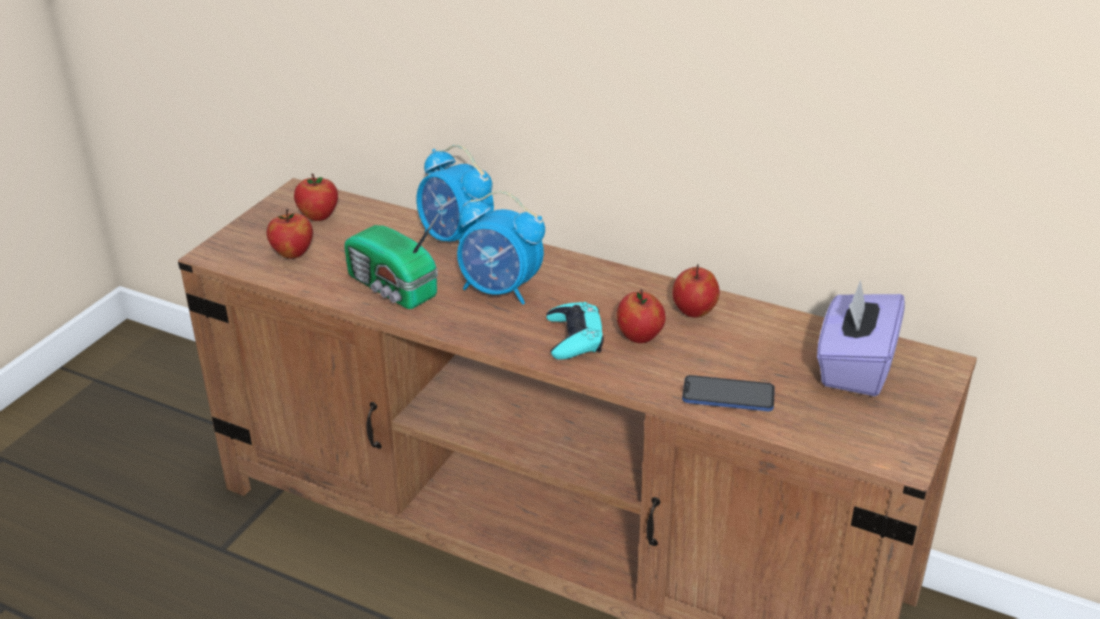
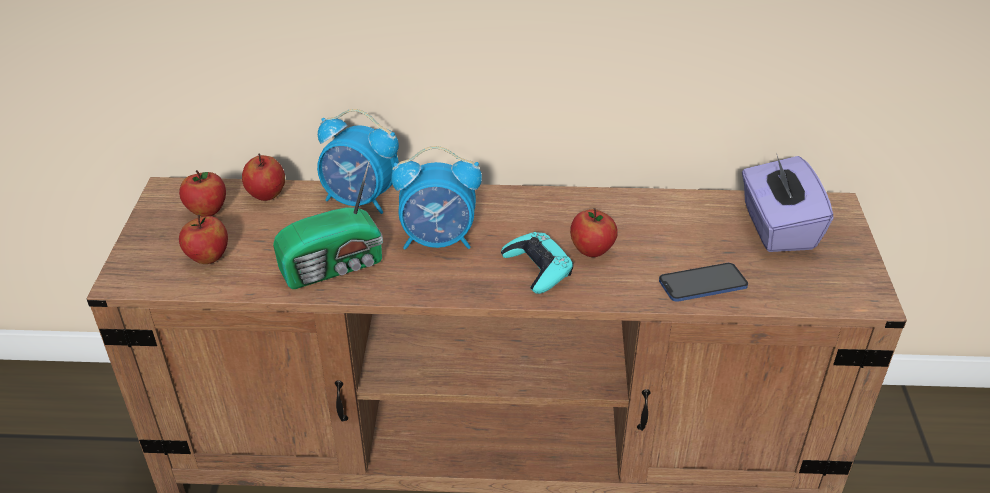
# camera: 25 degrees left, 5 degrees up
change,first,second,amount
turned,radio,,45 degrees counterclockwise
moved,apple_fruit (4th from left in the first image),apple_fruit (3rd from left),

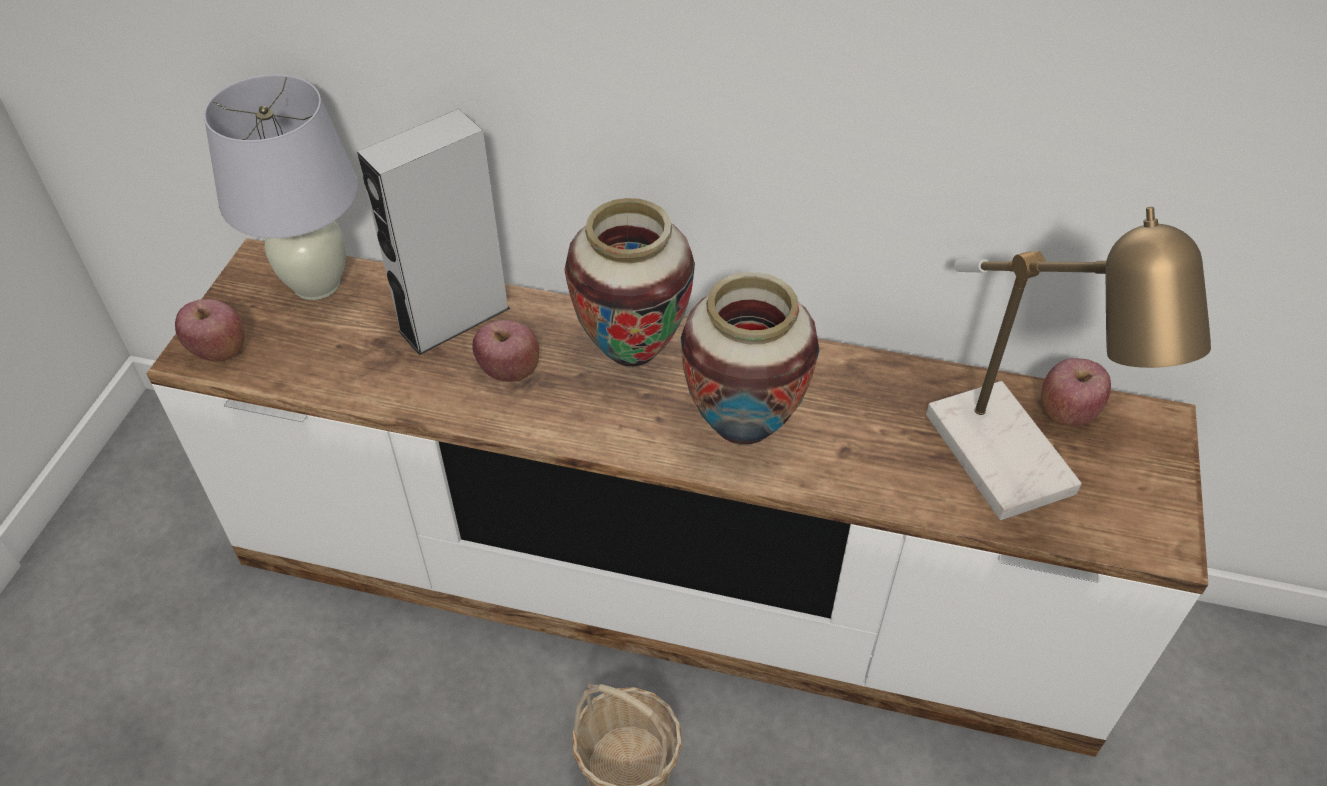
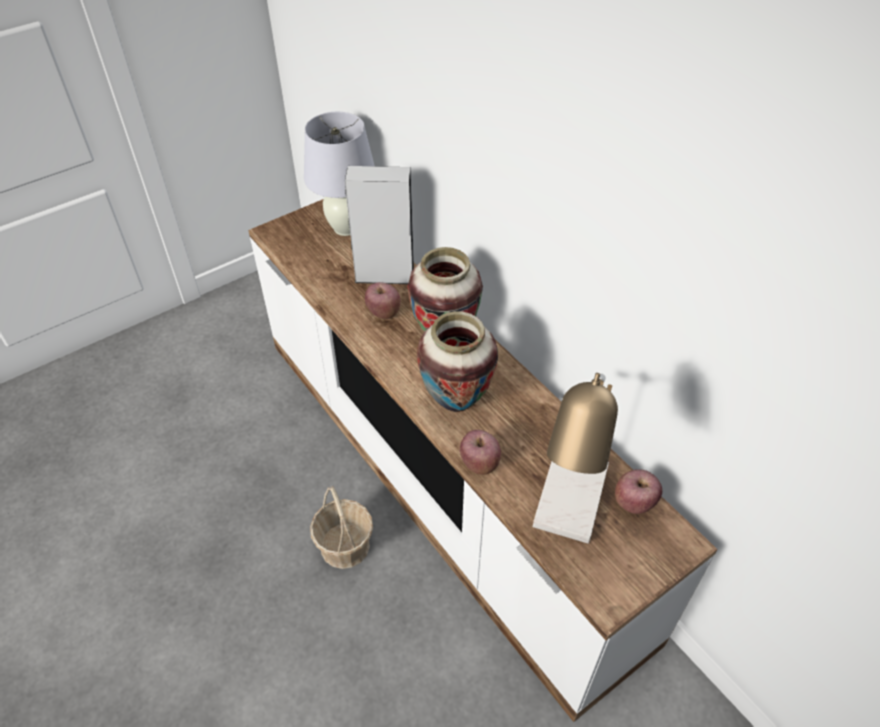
# camera: 40 degrees right, 0 degrees up
change,first,second,amount
moved,apple_fruit (1st from left in the first image),apple_fruit (2nd from left),

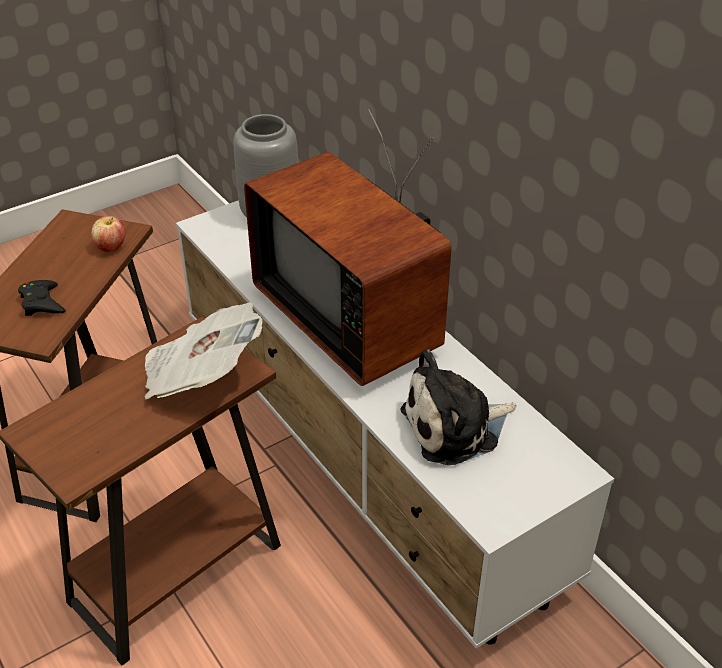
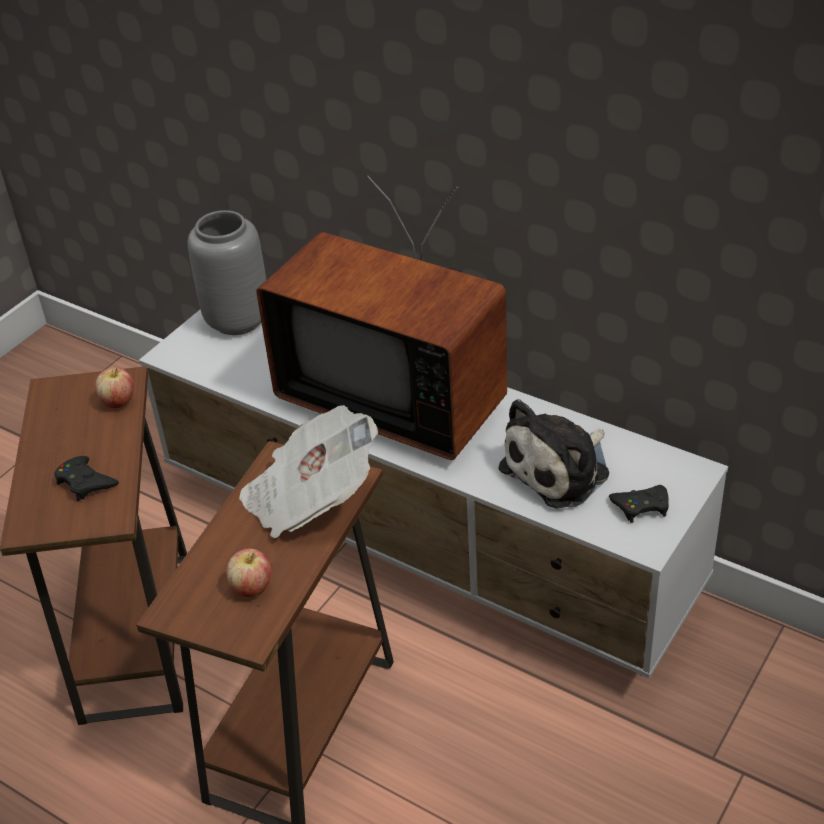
# camera: 20 degrees left, 0 degrees up
change,first,second,amount
added,,black_gamepad (2nd from left),
added,,apple_fruit (2nd from left),

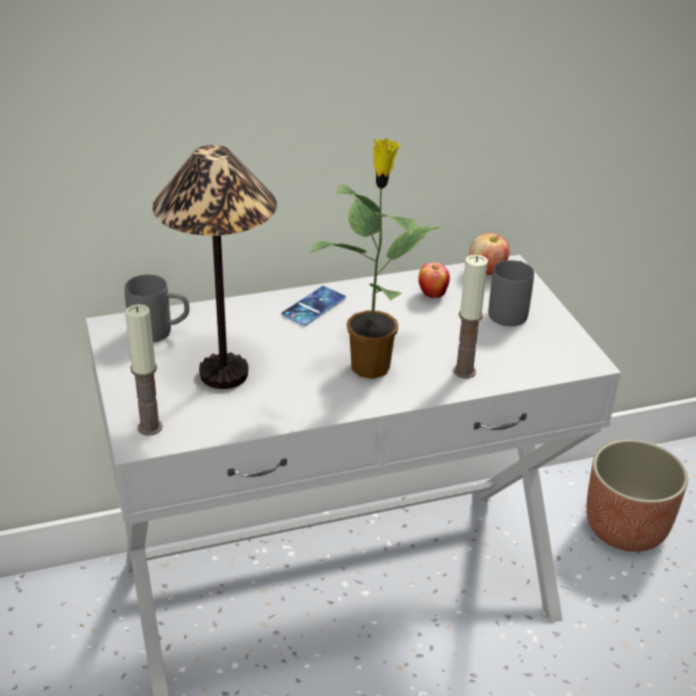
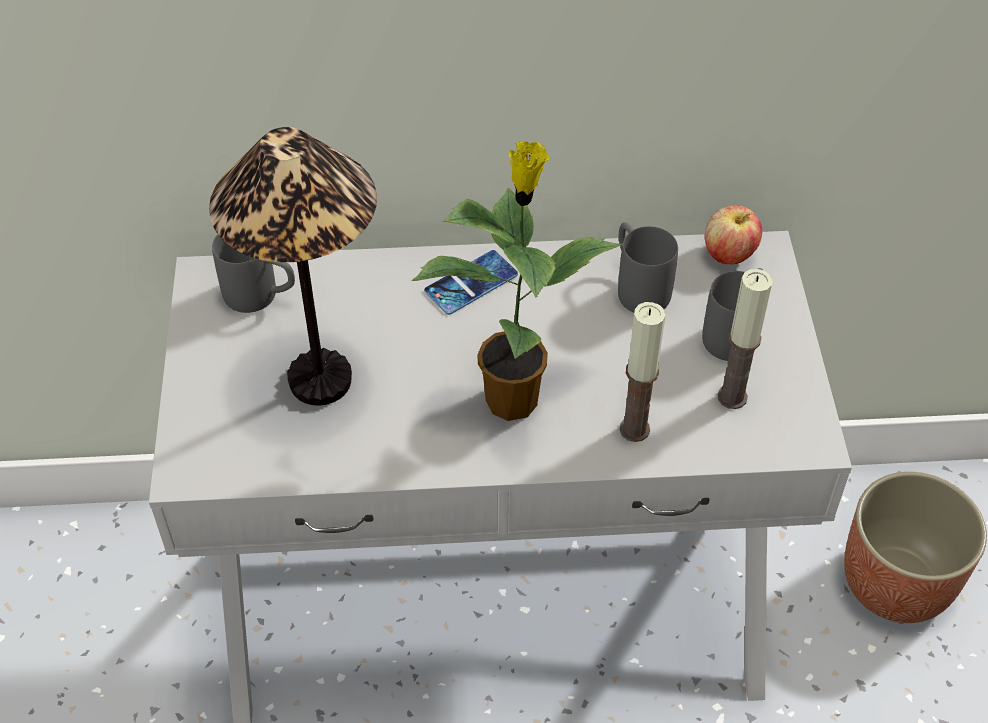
# camera: 15 degrees right, 15 degrees up
change,first,second,amount
replaced,apple_fruit (1st from left),greyish_coffee_mug (2nd from left),
moved,candle (1st from left in the first image),candle (2nd from left),

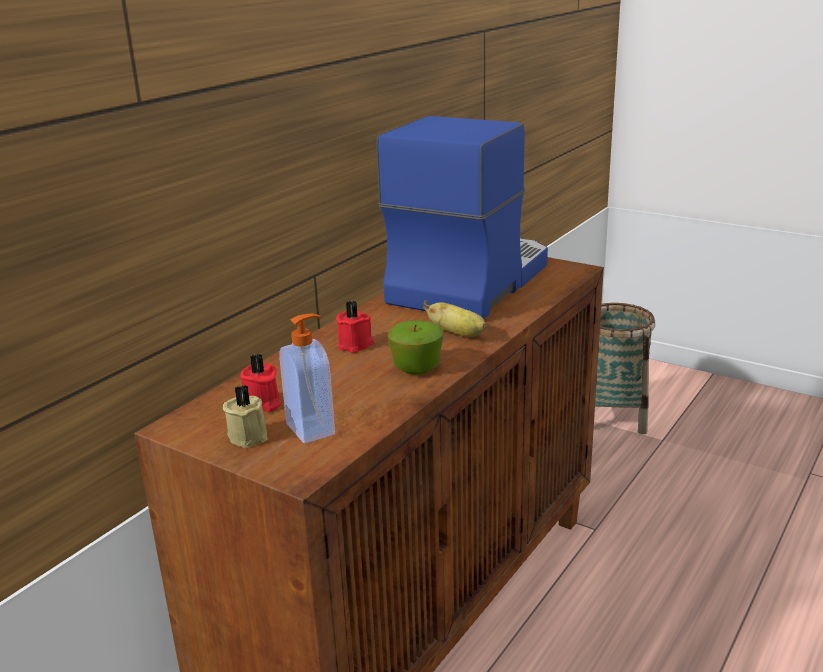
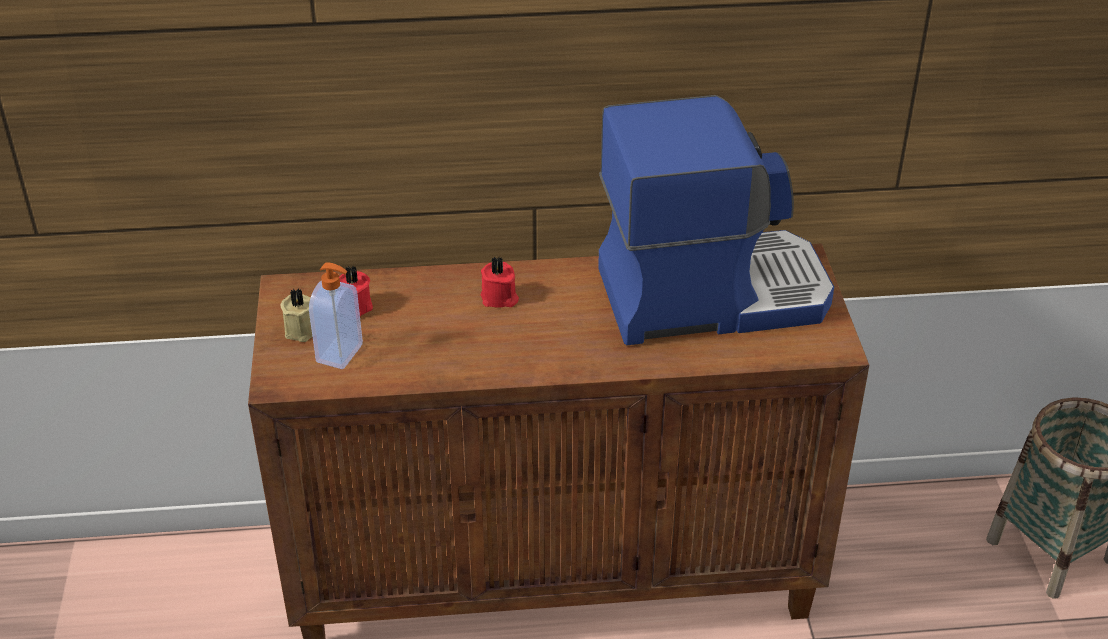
# camera: 50 degrees right, 15 degrees up
change,first,second,amount
removed,whole_banana,,
removed,apple_fruit,,

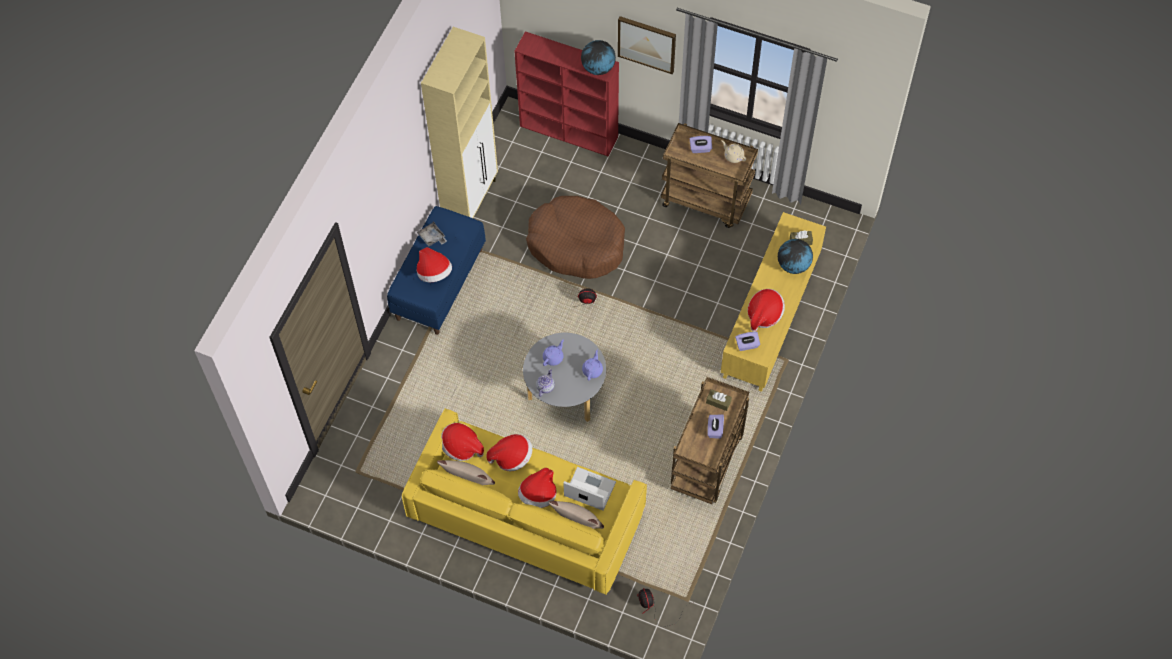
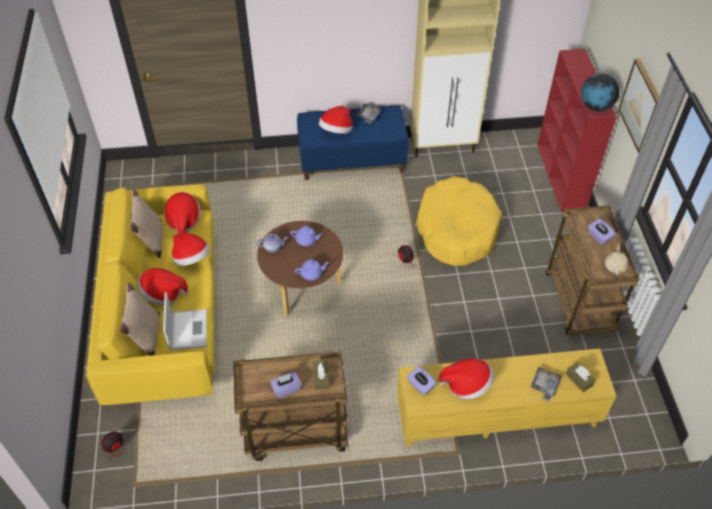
# camera: 60 degrees right, 10 degrees down
change,first,second,amount
recoloured,brown_dog_cushion,yellowish_dog_cushion,
replaced,world_globe (2nd from left),greyish_carrying_tray (2nd from left),
recoloured,greyish_lounge_table,brown_lounge_table,

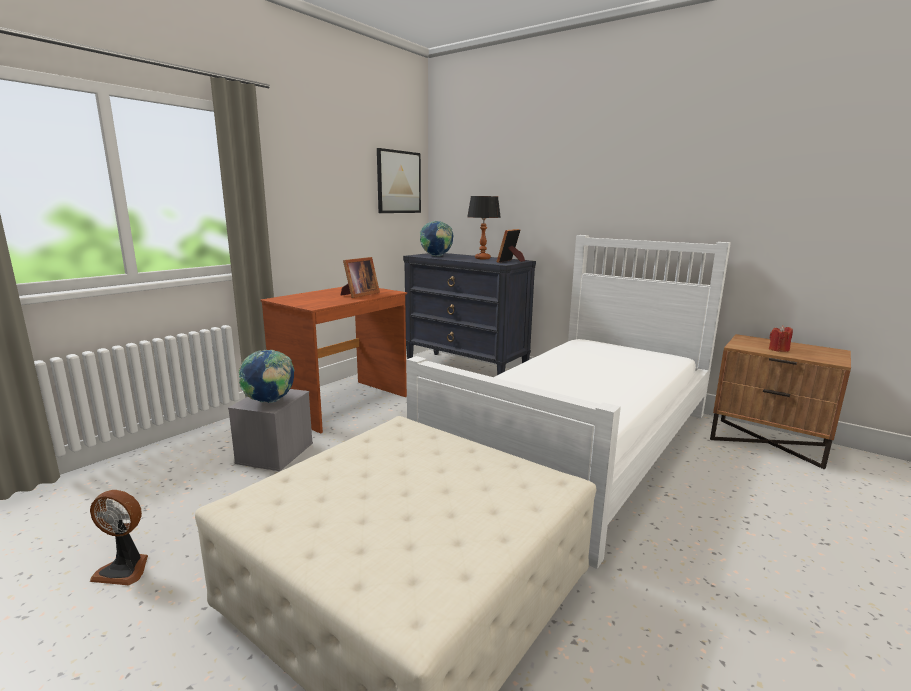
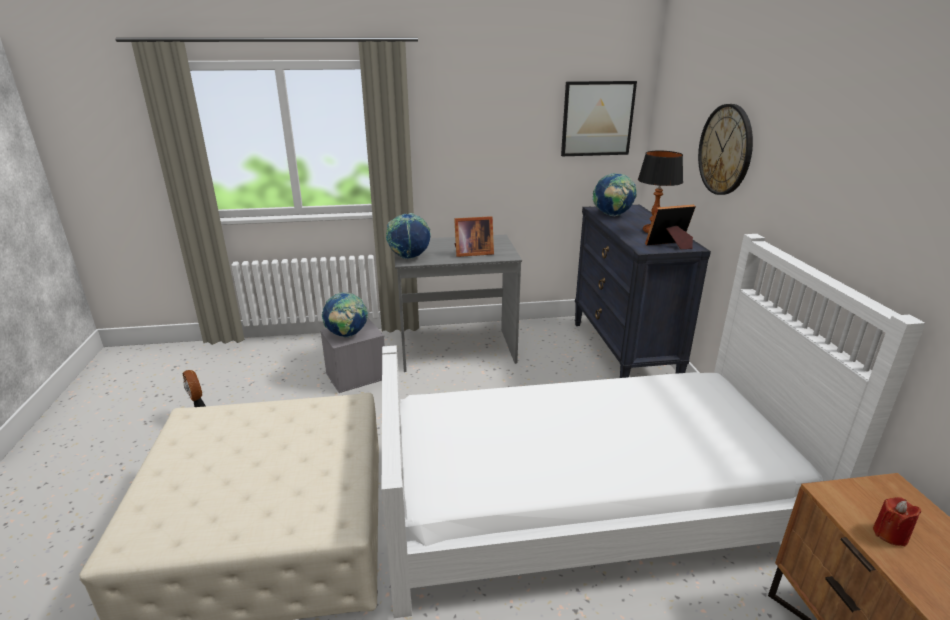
# camera: 45 degrees right, 10 degrees up
change,first,second,amount
recoloured,brown_desk_table,greyish_desk_table,
added,,clock_on_the_wall,
added,,world_globe (2nd from left),

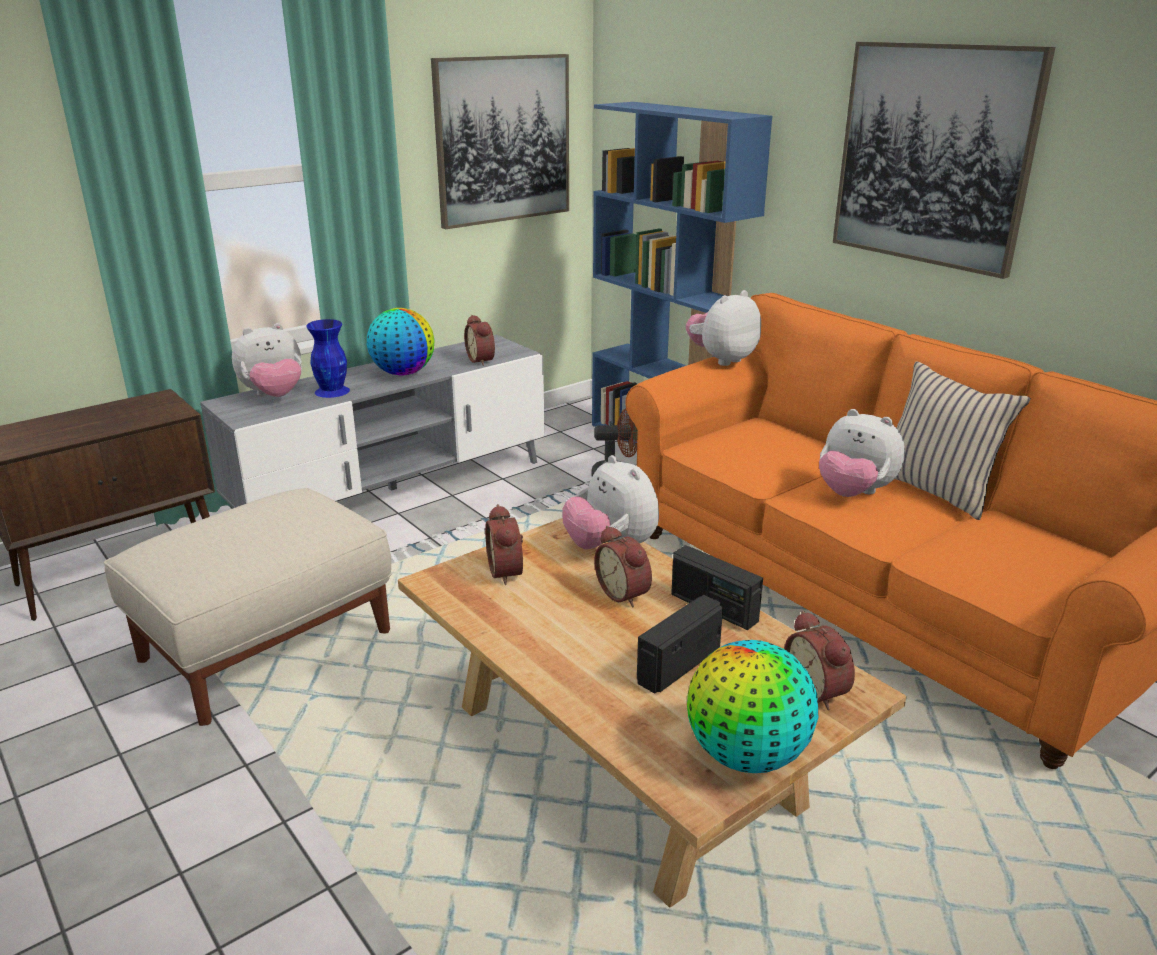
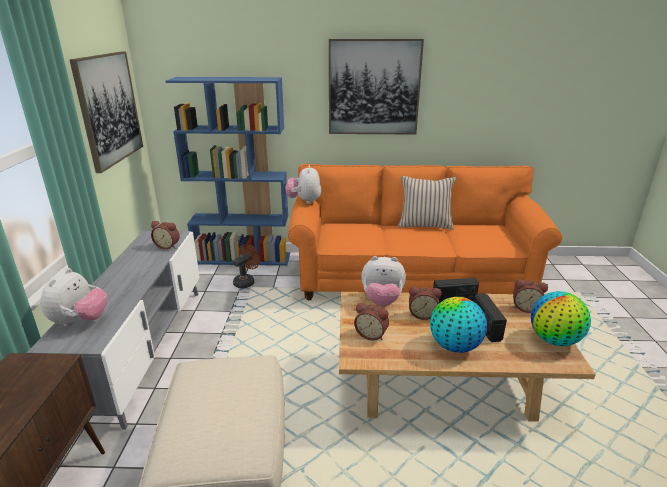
# camera: 50 degrees left, 0 degrees up
change,first,second,amount
moved,world_globe (1st from left),,
removed,bluish_vase,,
removed,cuddly_toy (4th from left),,

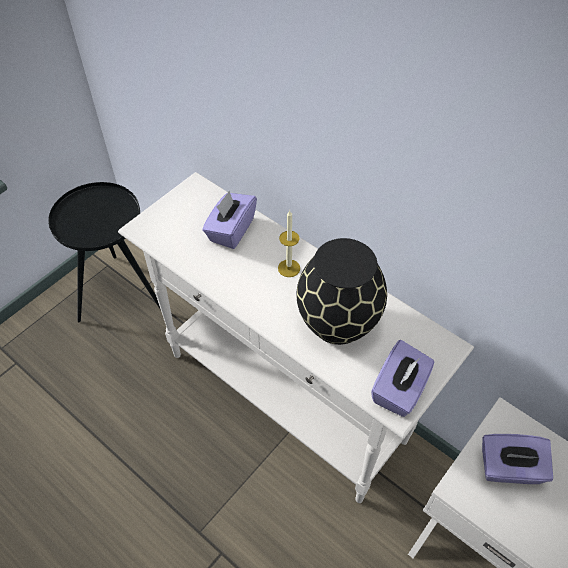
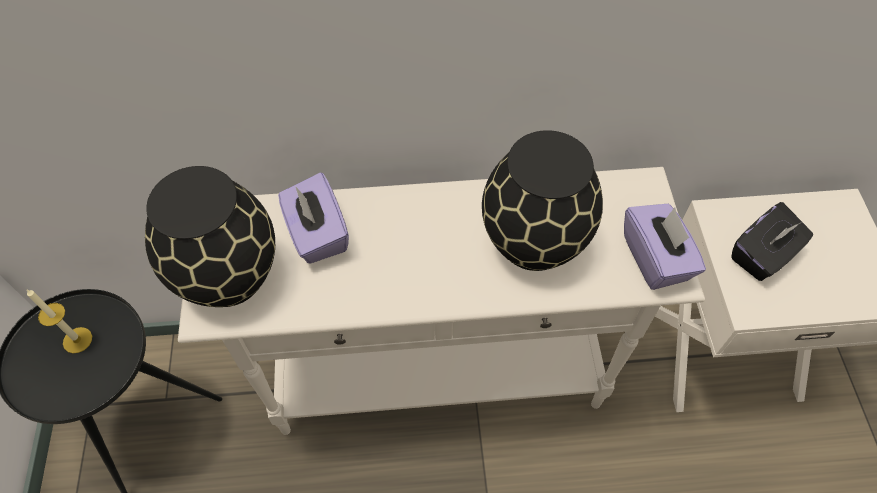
# camera: 45 degrees left, 5 degrees up
change,first,second,amount
moved,candle,,
recoloured,purple-coloured_box_of_tissues (3rd from left),black_box_of_tissues,
added,,black_vase (1st from left),

